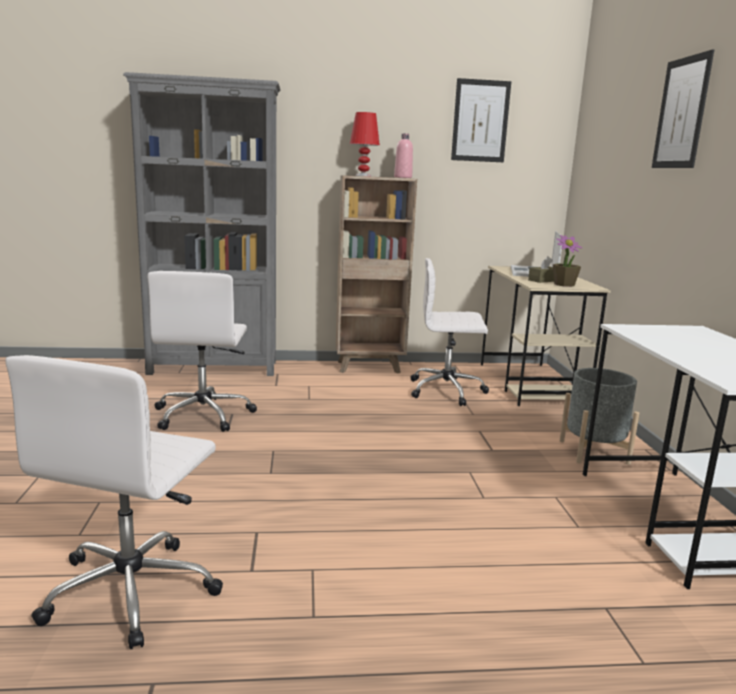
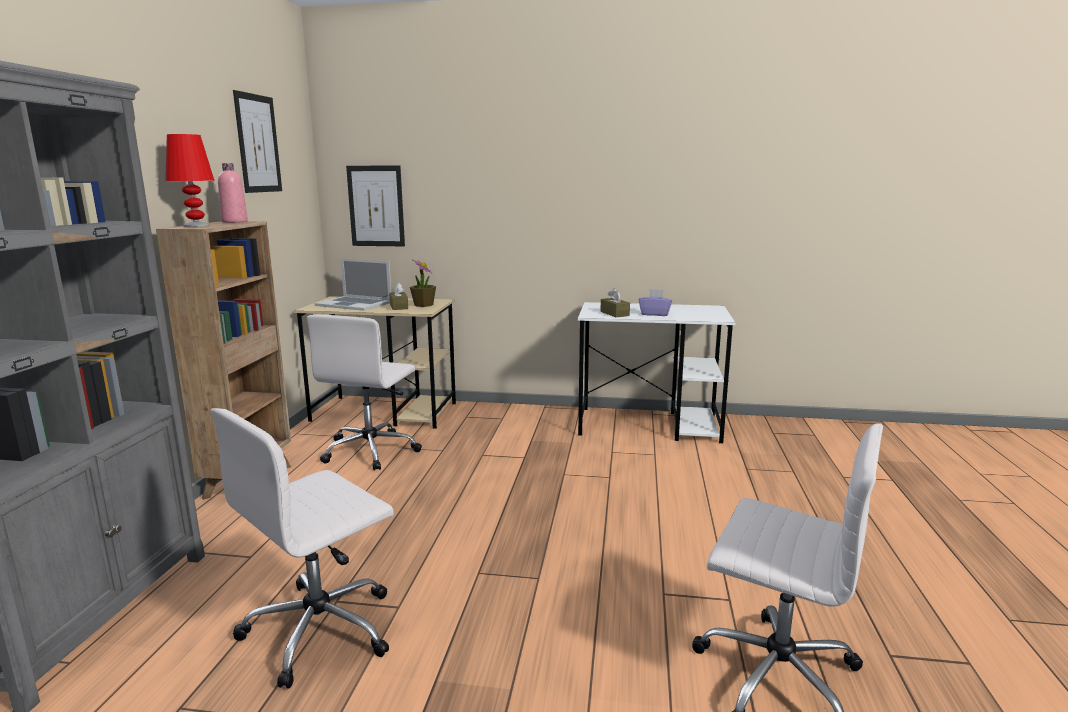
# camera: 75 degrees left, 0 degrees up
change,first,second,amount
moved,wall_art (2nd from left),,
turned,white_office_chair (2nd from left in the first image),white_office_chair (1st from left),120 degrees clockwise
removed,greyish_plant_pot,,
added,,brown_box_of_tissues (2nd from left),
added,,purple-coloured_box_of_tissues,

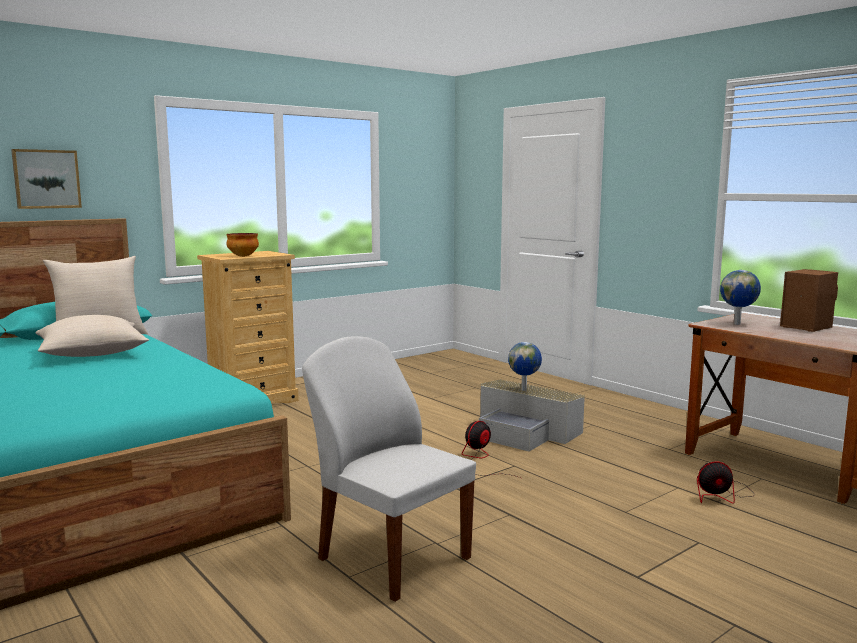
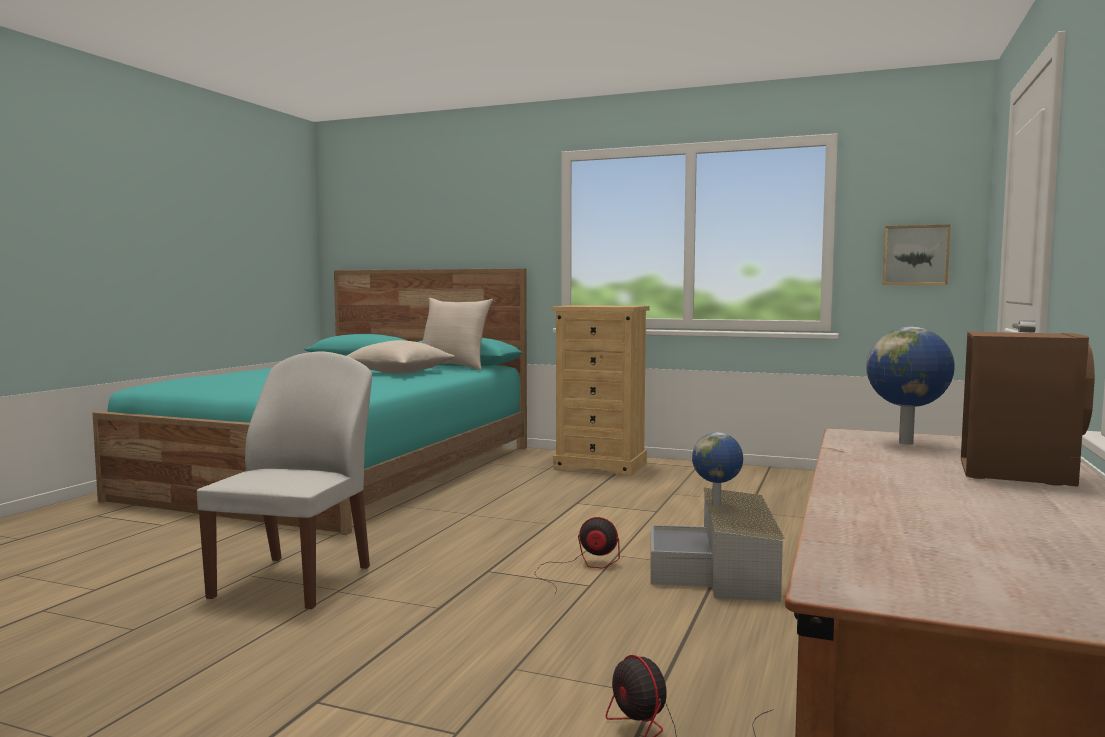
# camera: 60 degrees right, 5 degrees down
change,first,second,amount
moved,wall_art,,
removed,serving_bowl,,

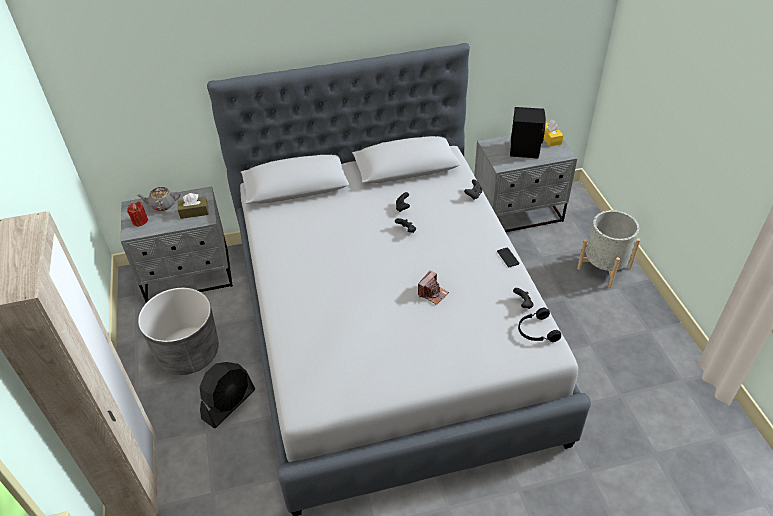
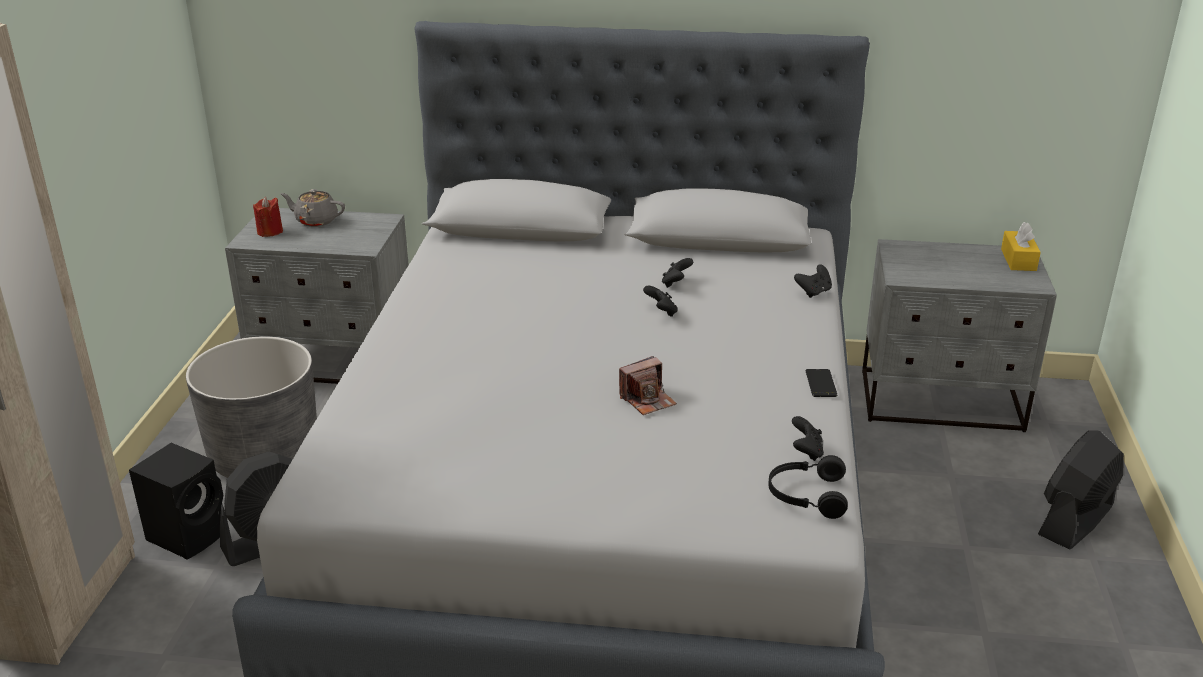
# camera: 20 degrees right, 15 degrees down
change,first,second,amount
moved,black_audio_speaker,,
removed,brown_box_of_tissues,,
replaced,greyish_plant_pot (2nd from left),black_electric_fan (2nd from left),

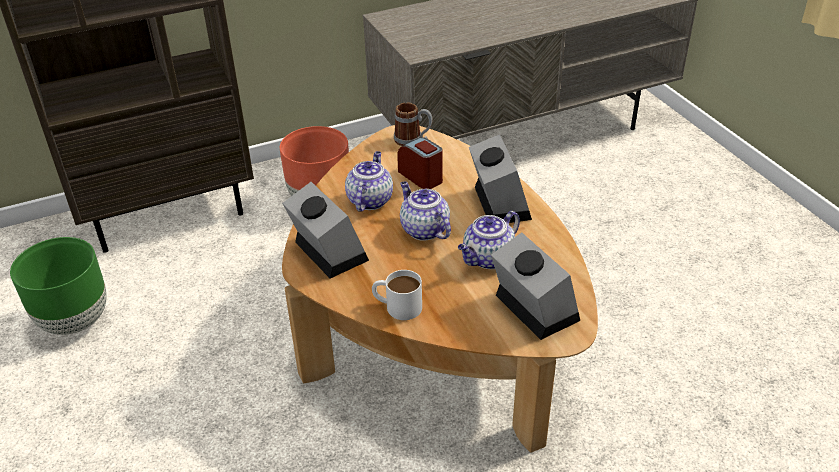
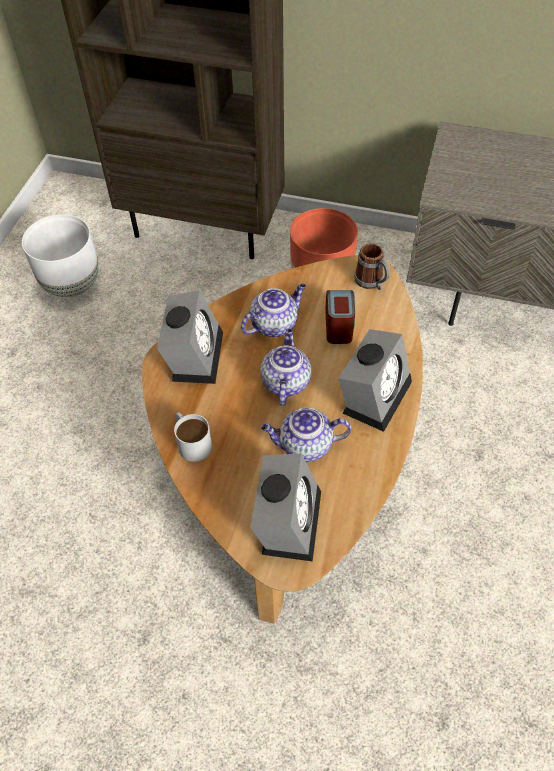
# camera: 40 degrees right, 15 degrees up
change,first,second,amount
recoloured,greenish_plant_pot,white_plant_pot,

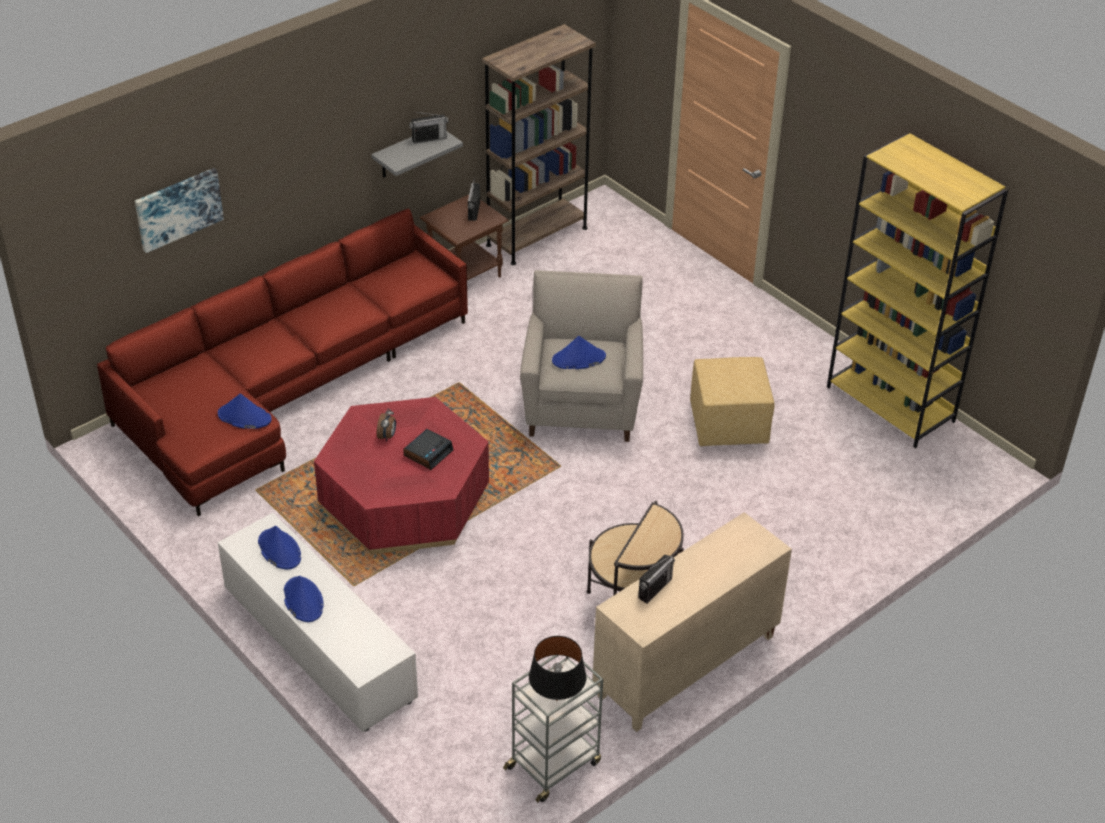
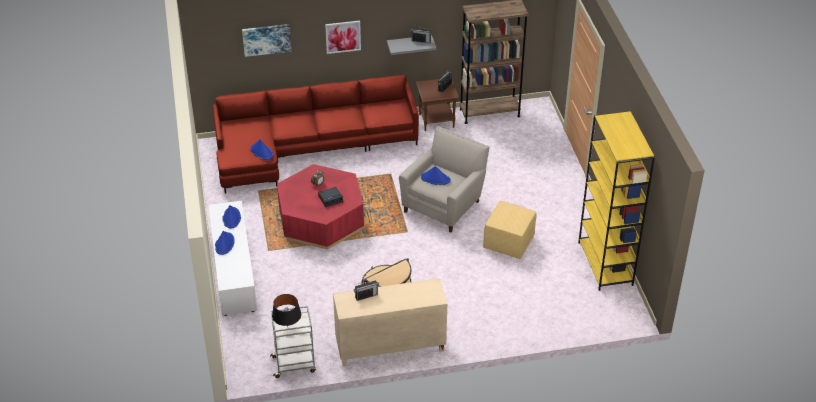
# camera: 30 degrees right, 0 degrees up
change,first,second,amount
added,,wall_art (2nd from left),

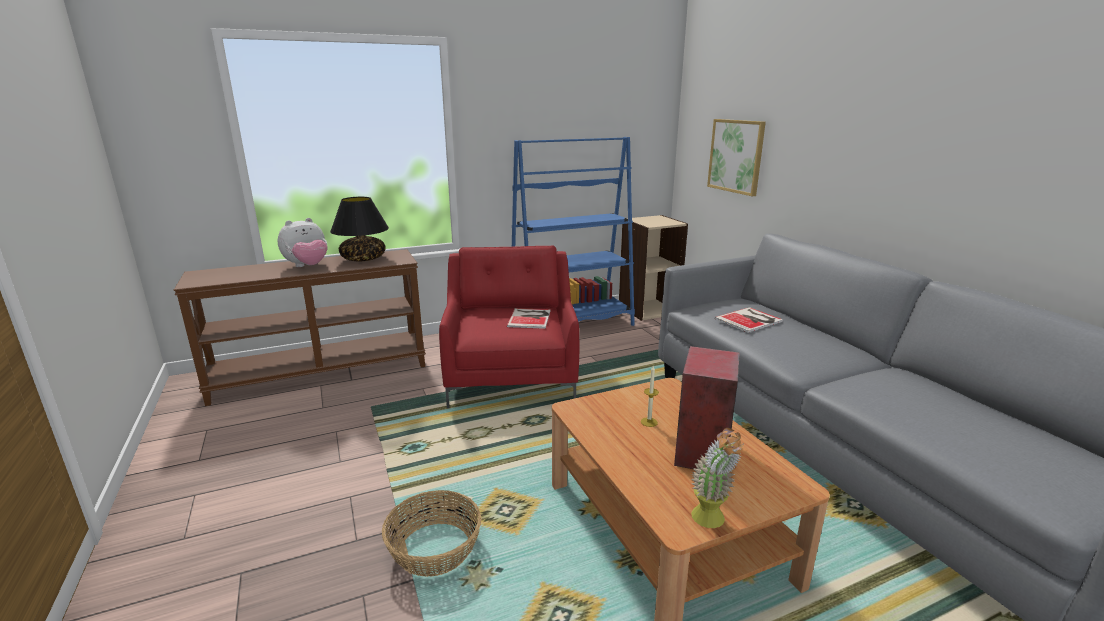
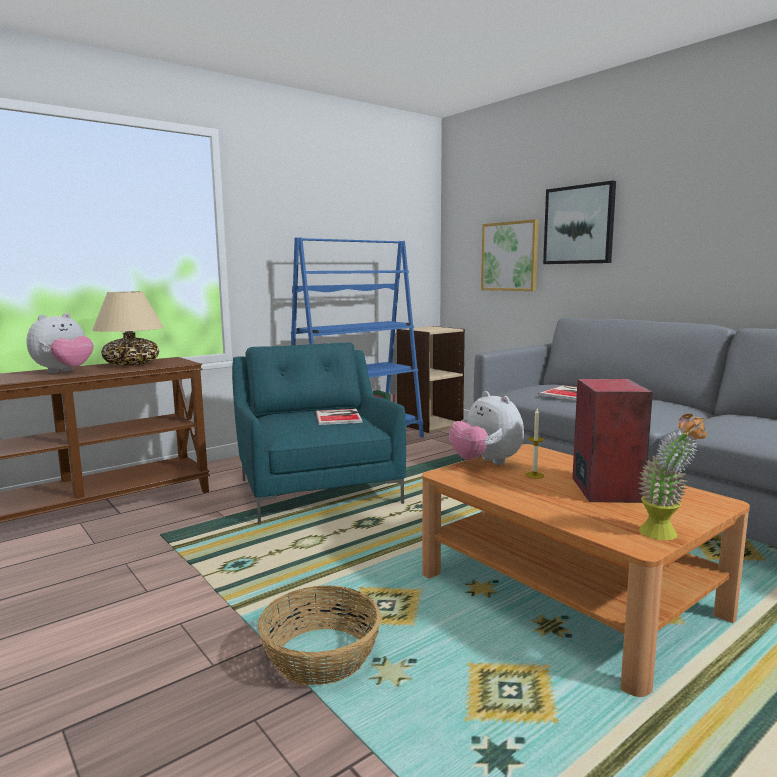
# camera: 15 degrees left, 10 degrees down
change,first,second,amount
recoloured,black_lamp_for_a_table,sand-coloured_lamp_for_a_table,
recoloured,reddish_lounge_chair,blue-green_lounge_chair,
added,,wall_art (2nd from left),
added,,cuddly_toy (2nd from left),

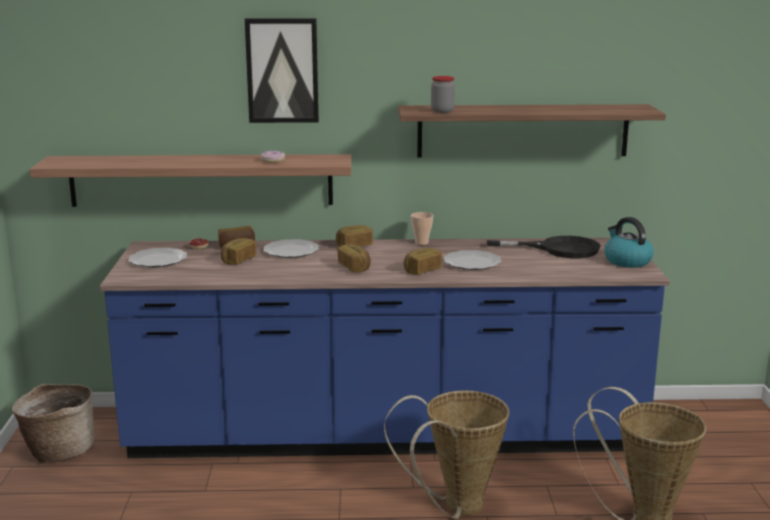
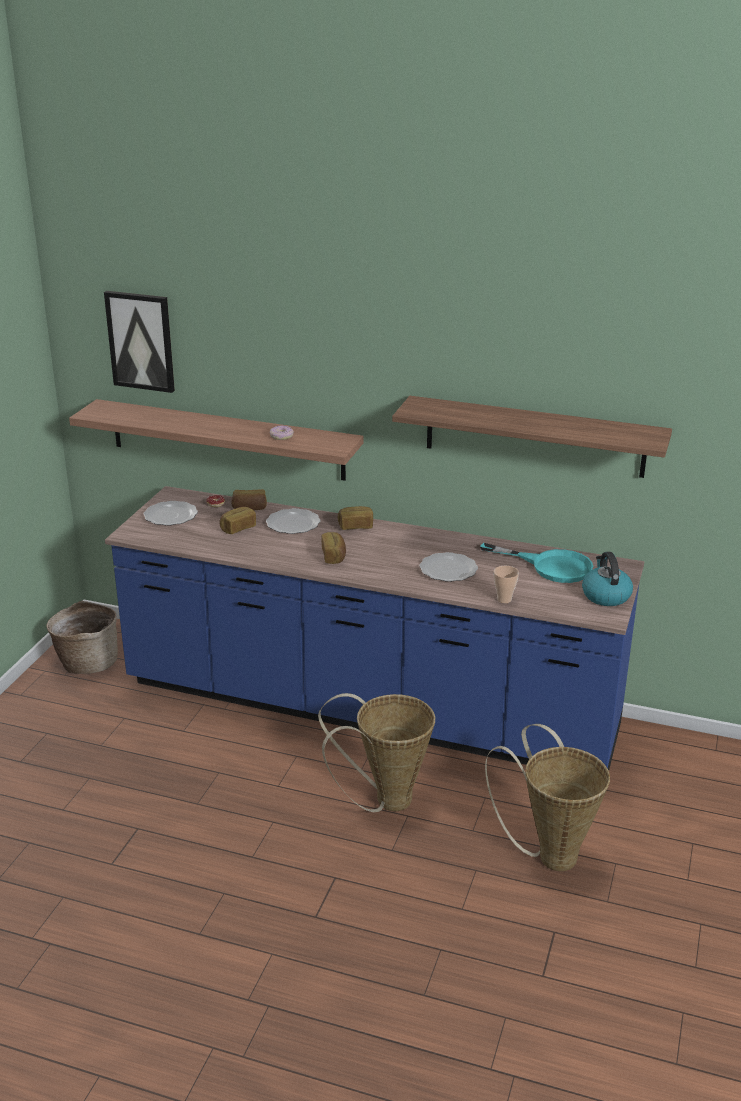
# camera: 20 degrees right, 10 degrees up
change,first,second,amount
moved,wall_art,,
removed,storage_jar,,
moved,drinking_cup,,
recoloured,black_frying_pan,blue-green_frying_pan,
removed,bread (5th from left),,

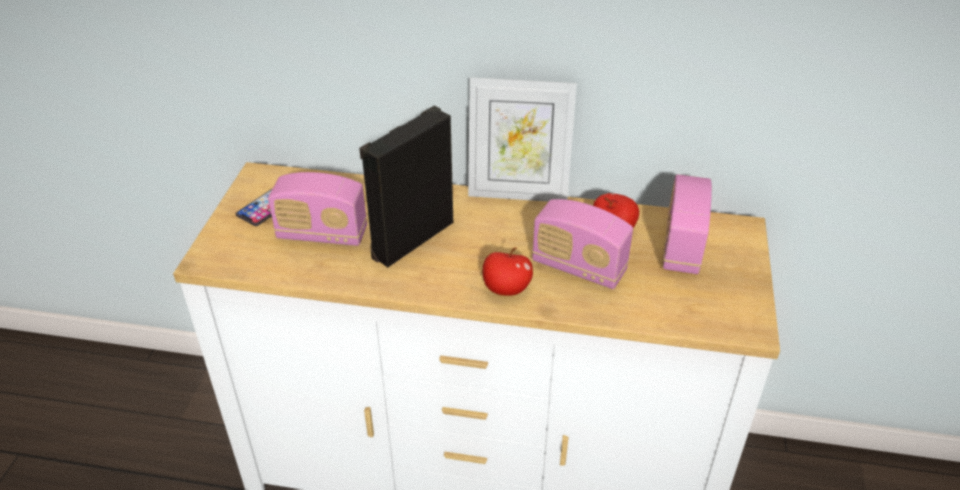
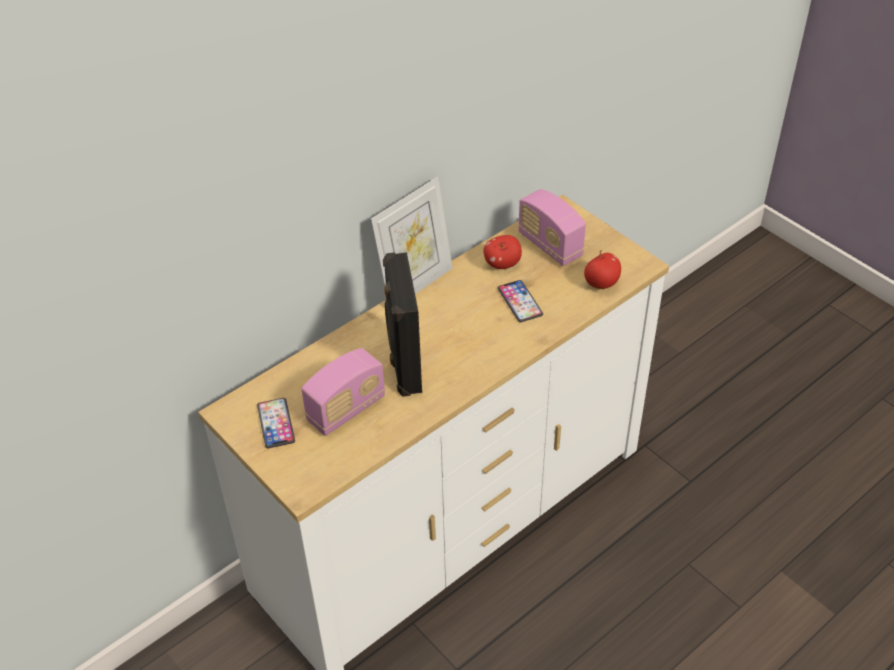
# camera: 50 degrees left, 5 degrees up
change,first,second,amount
replaced,radio (2nd from left),telephone (2nd from left),
moved,apple_fruit (1st from left in the first image),apple_fruit (2nd from left),

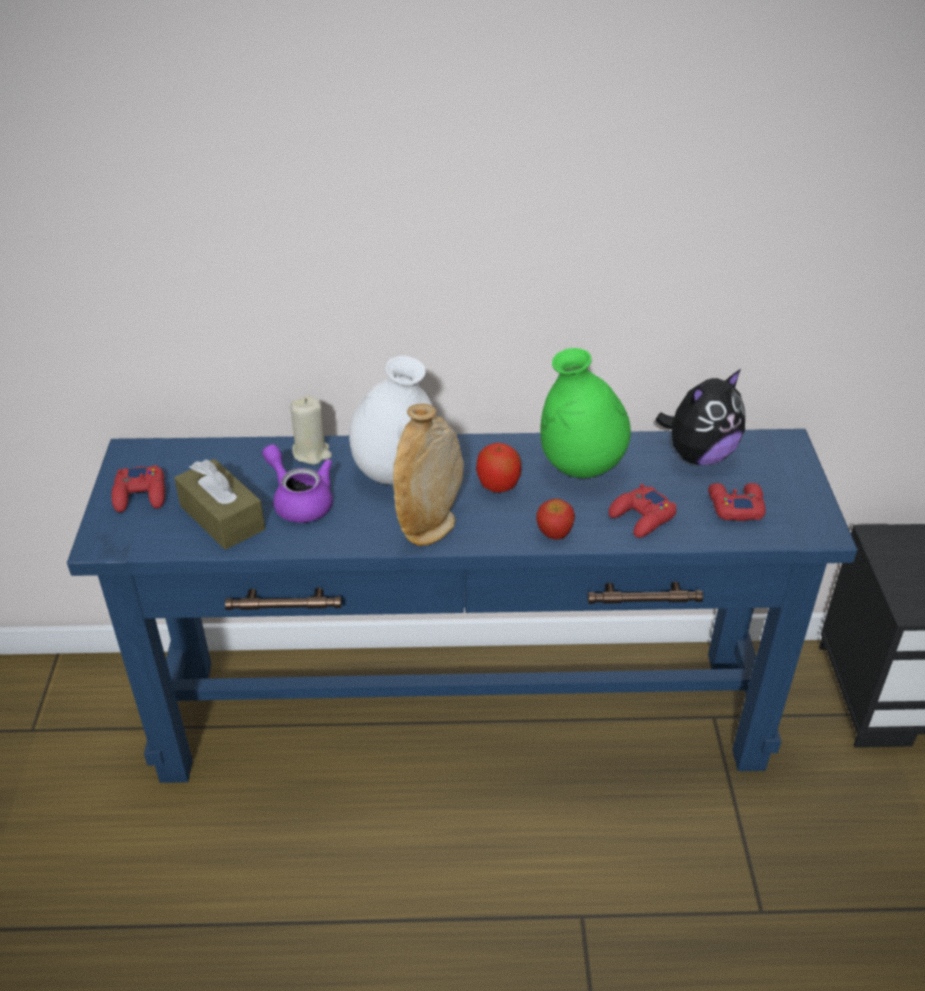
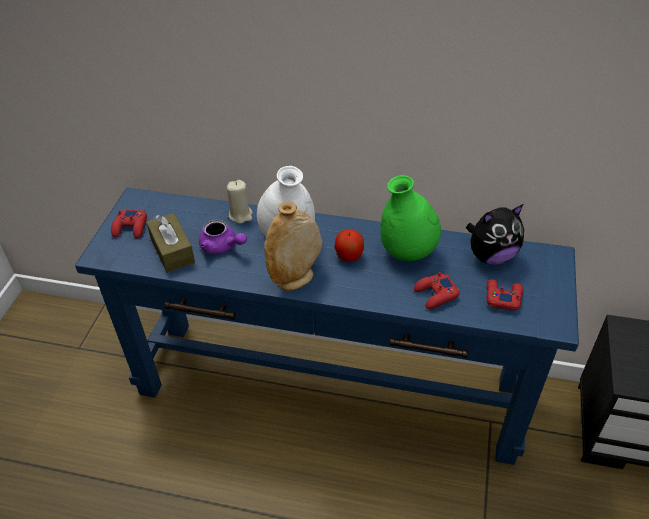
# camera: 15 degrees right, 5 degrees up
change,first,second,amount
turned,purple-coloured_teapot,,150 degrees clockwise
removed,apple_fruit (2nd from left),,

